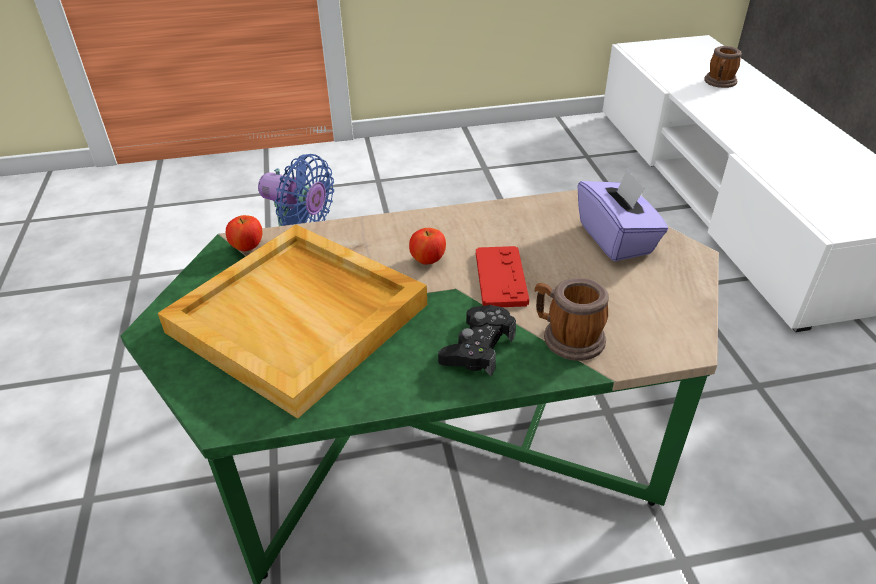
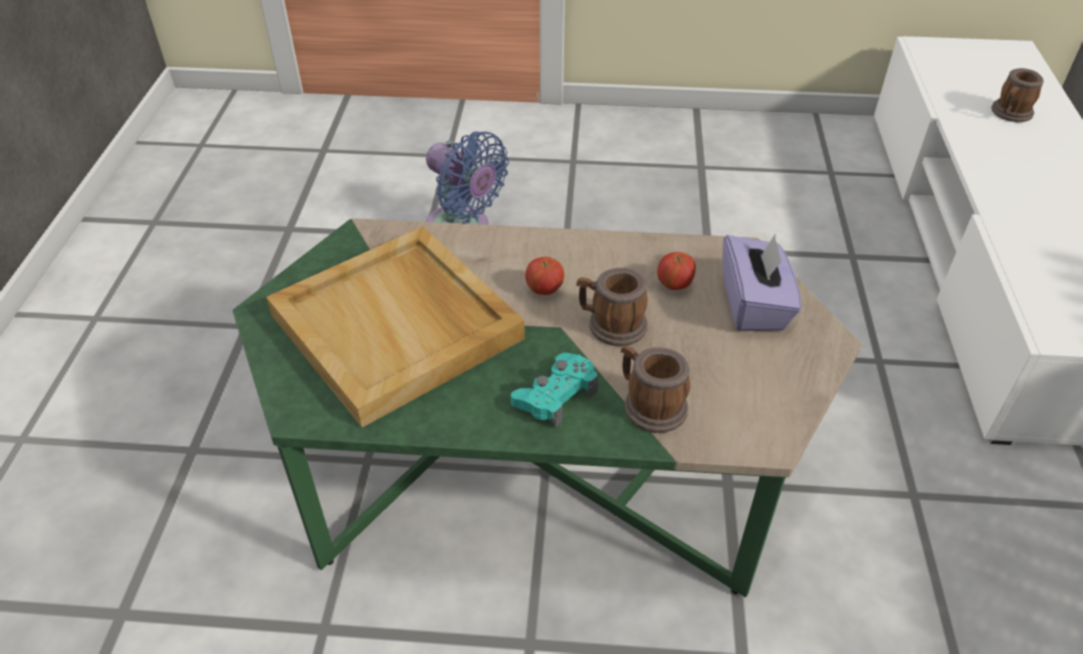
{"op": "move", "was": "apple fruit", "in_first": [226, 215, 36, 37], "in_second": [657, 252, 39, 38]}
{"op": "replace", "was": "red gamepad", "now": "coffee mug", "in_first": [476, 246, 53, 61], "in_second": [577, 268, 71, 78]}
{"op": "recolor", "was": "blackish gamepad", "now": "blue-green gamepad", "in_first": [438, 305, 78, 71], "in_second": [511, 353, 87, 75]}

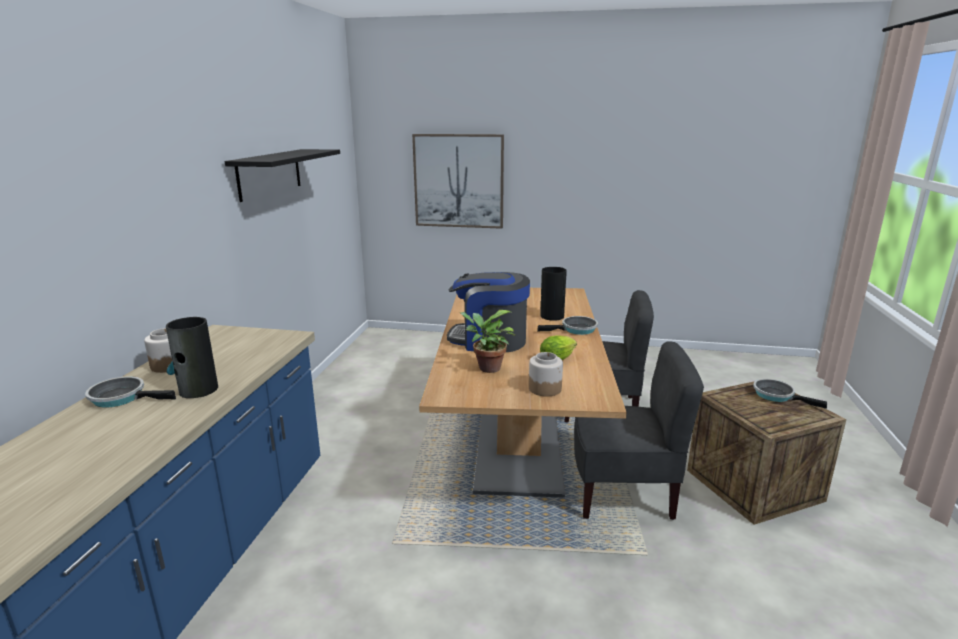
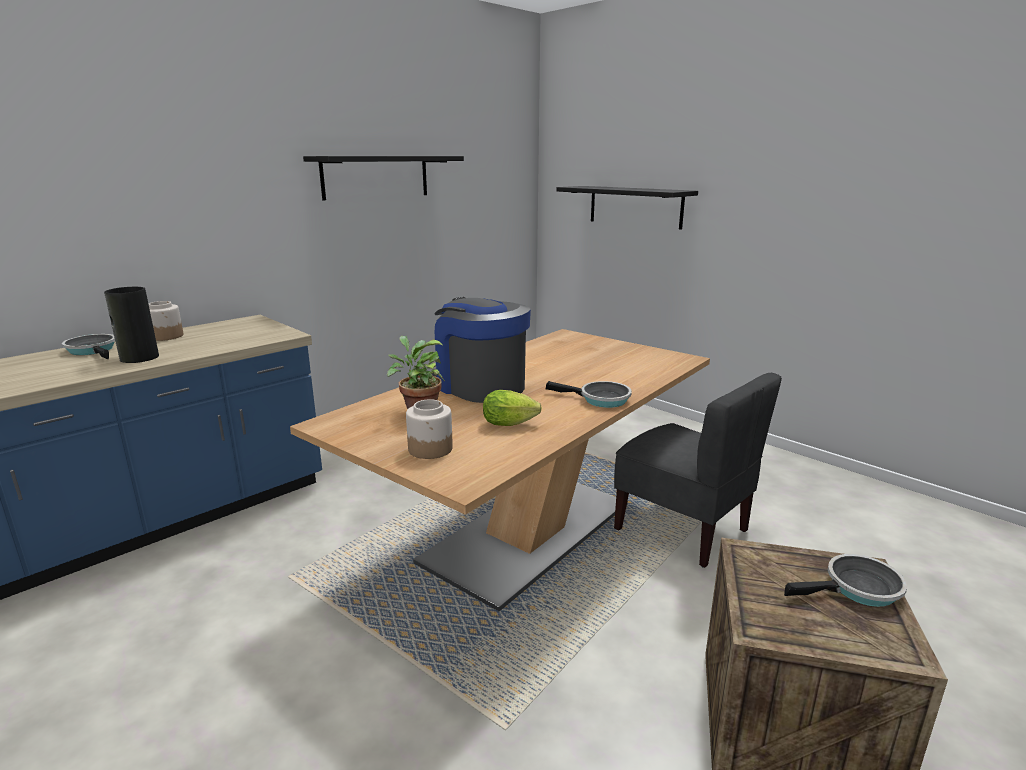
{"op": "delete", "was": "vase", "in_first": [540, 267, 27, 54]}
{"op": "delete", "was": "grey chair", "in_first": [574, 341, 130, 179]}
{"op": "replace", "was": "wall art", "now": "blackish shelf", "in_first": [412, 134, 92, 95], "in_second": [556, 186, 142, 44]}
{"op": "rotate", "was": "frying pan", "in_first": [753, 379, 74, 30], "in_second": [784, 554, 123, 53], "clockwise": 90}

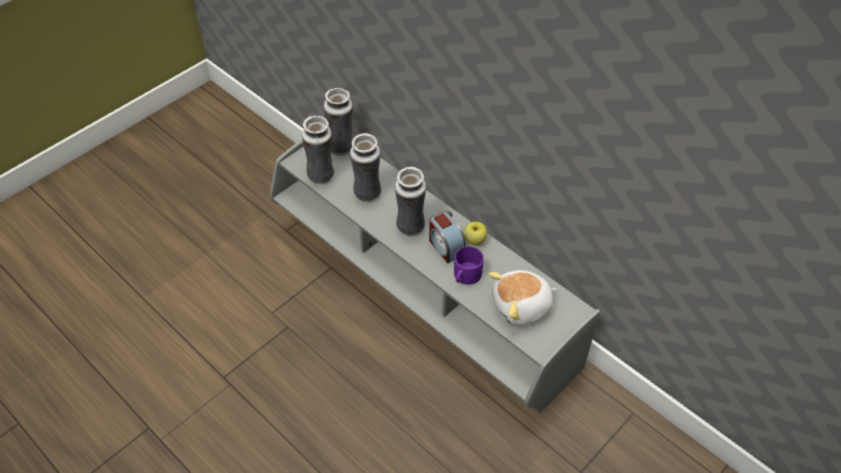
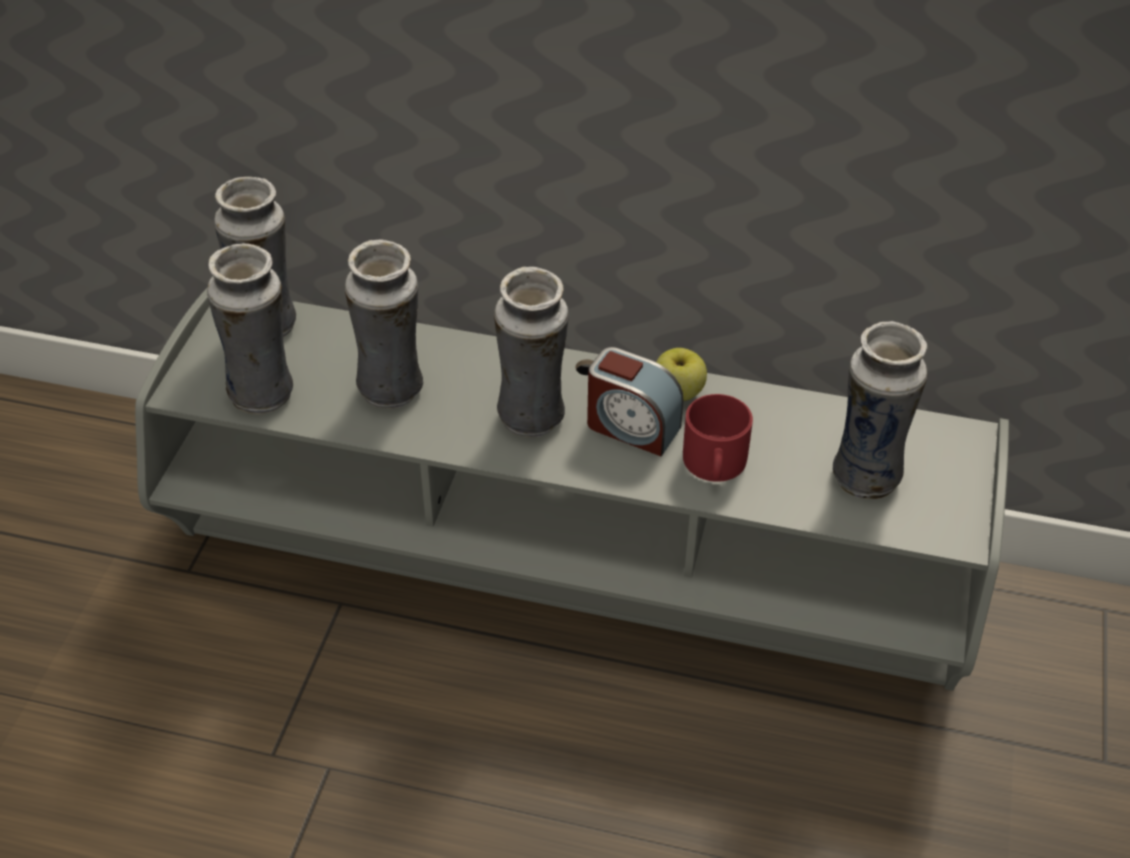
{"op": "replace", "was": "soft toy", "now": "vase", "in_first": [488, 270, 69, 56], "in_second": [833, 321, 94, 178]}
{"op": "recolor", "was": "purple coffee mug", "now": "red coffee mug", "in_first": [454, 247, 30, 38], "in_second": [683, 394, 70, 88]}

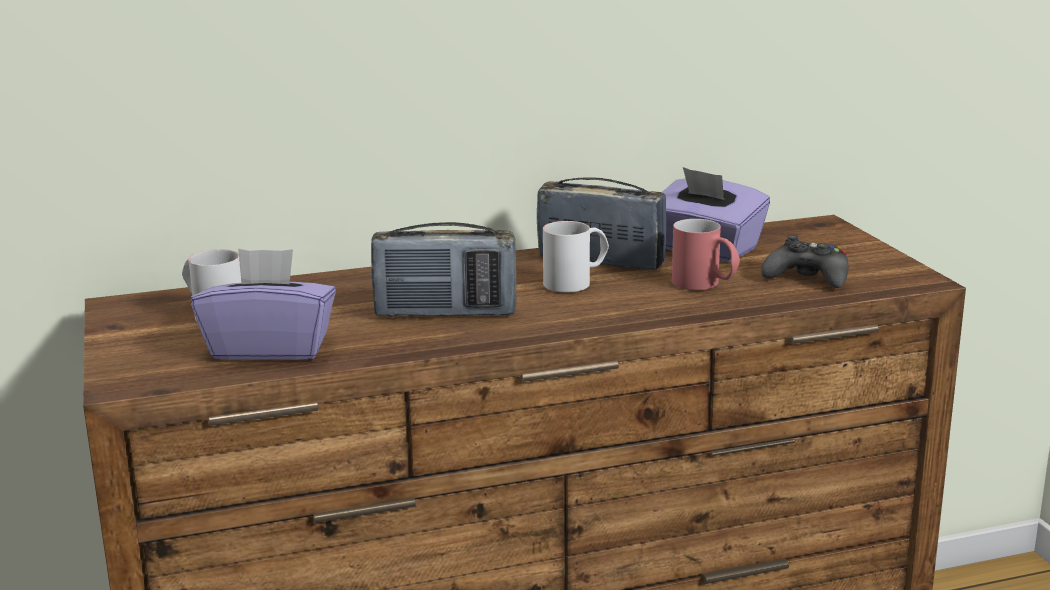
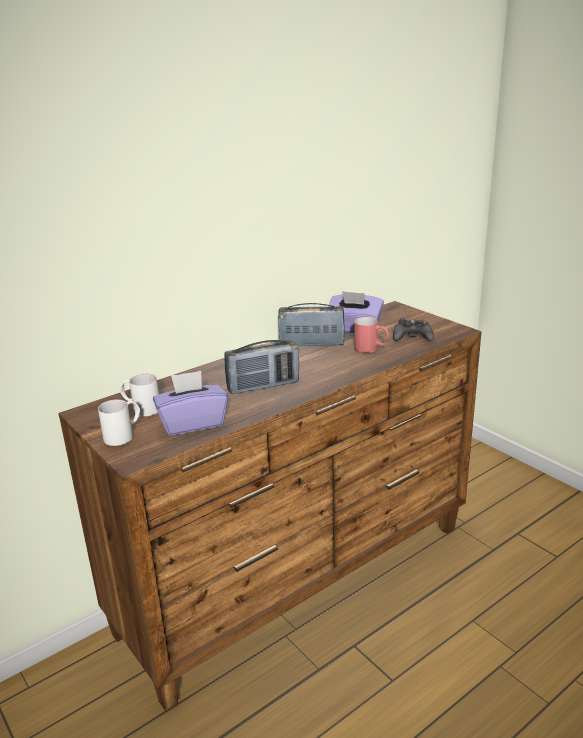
{"op": "move", "was": "whitish coffee mug", "in_first": [543, 221, 66, 72], "in_second": [98, 399, 42, 47]}

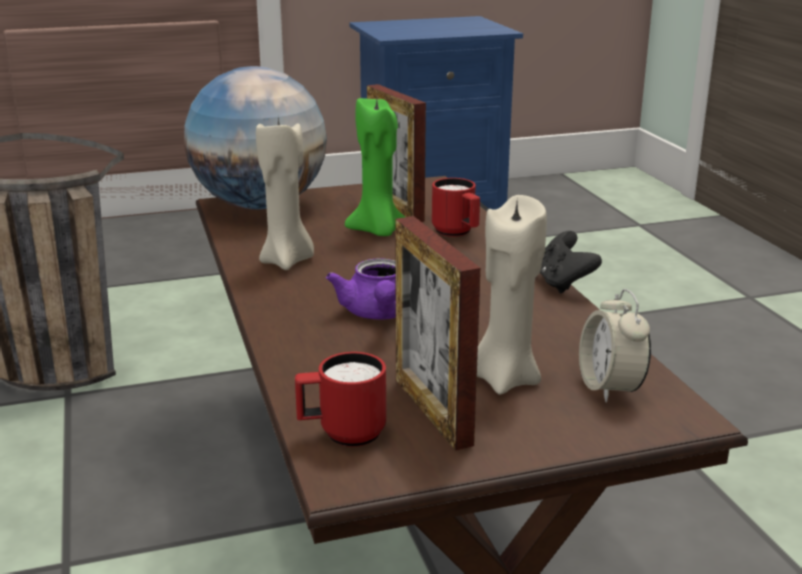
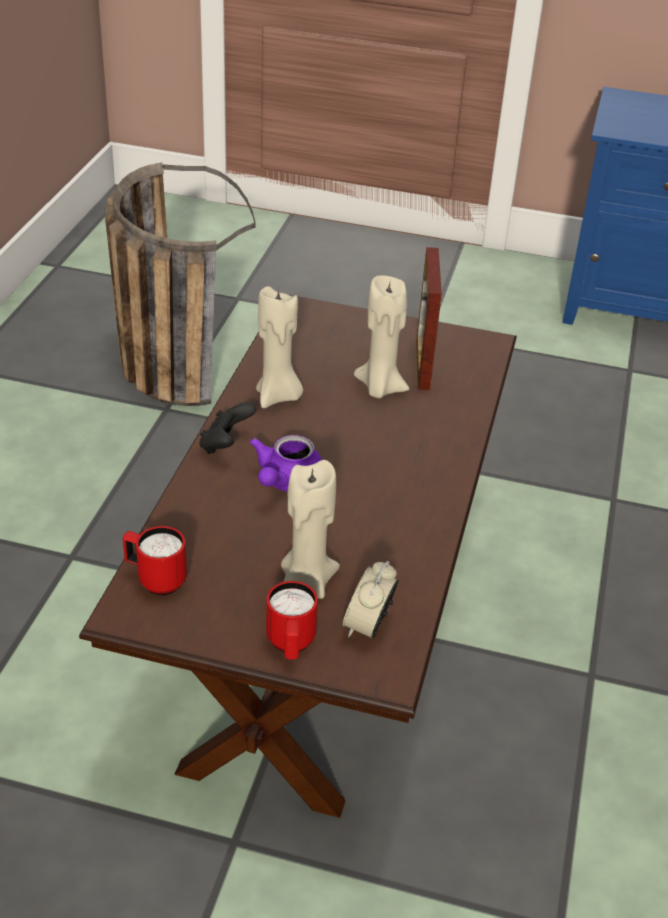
{"op": "delete", "was": "desk globe", "in_first": [184, 66, 143, 144]}
{"op": "delete", "was": "photo frame", "in_first": [395, 216, 86, 235]}
{"op": "move", "was": "red coffee mug", "in_first": [432, 178, 48, 59], "in_second": [266, 581, 52, 79]}
{"op": "move", "was": "blackish gamepad", "in_first": [540, 231, 62, 62], "in_second": [199, 402, 57, 52]}
{"op": "recolor", "was": "greenish candle", "now": "beige candle", "in_first": [345, 98, 60, 138], "in_second": [354, 275, 55, 123]}

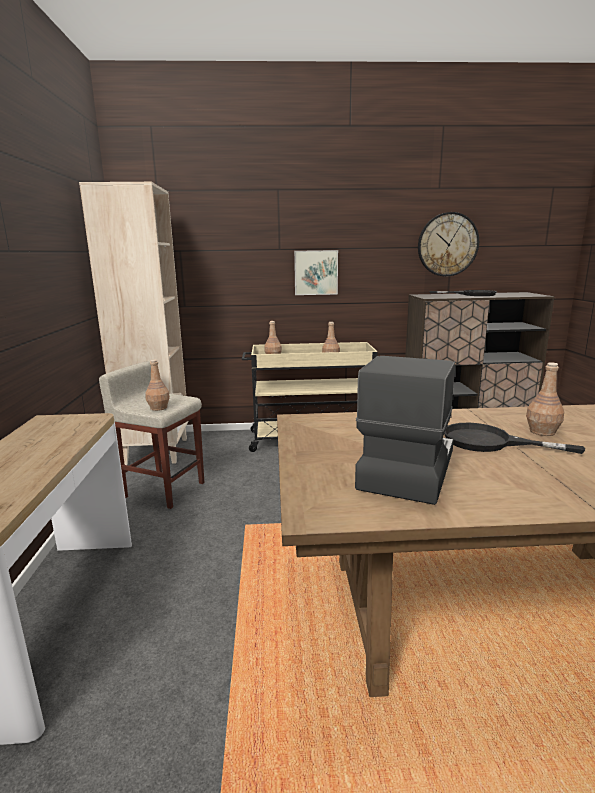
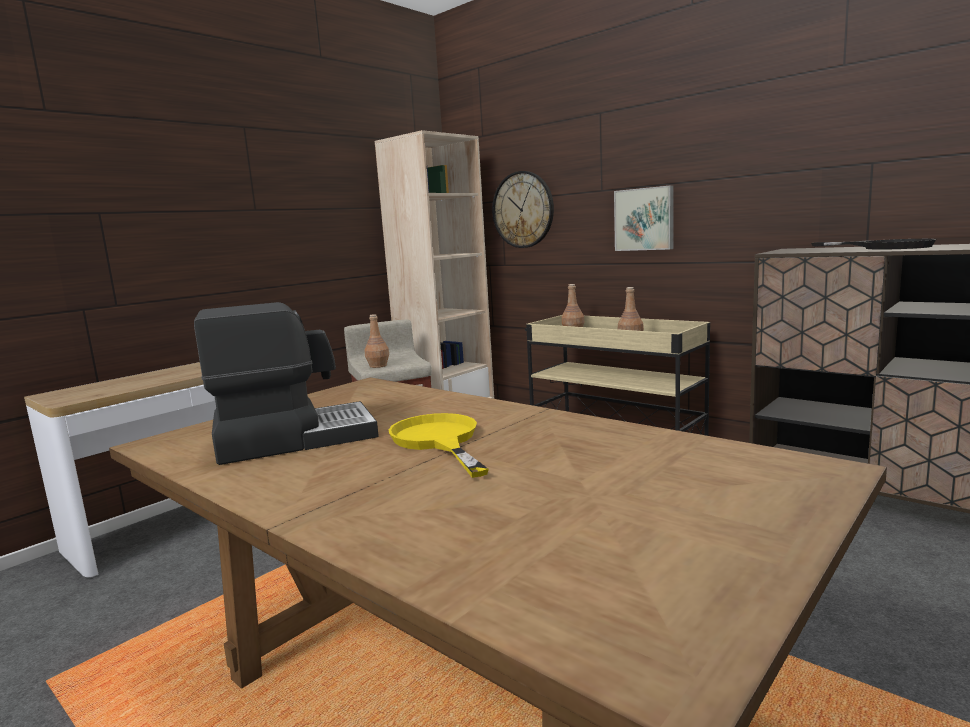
{"op": "delete", "was": "brown beverage bottle", "in_first": [526, 362, 38, 74]}
{"op": "move", "was": "clock on the wall", "in_first": [418, 212, 61, 65], "in_second": [492, 171, 62, 77]}
{"op": "recolor", "was": "blackish frying pan", "now": "yellow-coloured frying pan", "in_first": [444, 423, 141, 31], "in_second": [389, 413, 100, 65]}

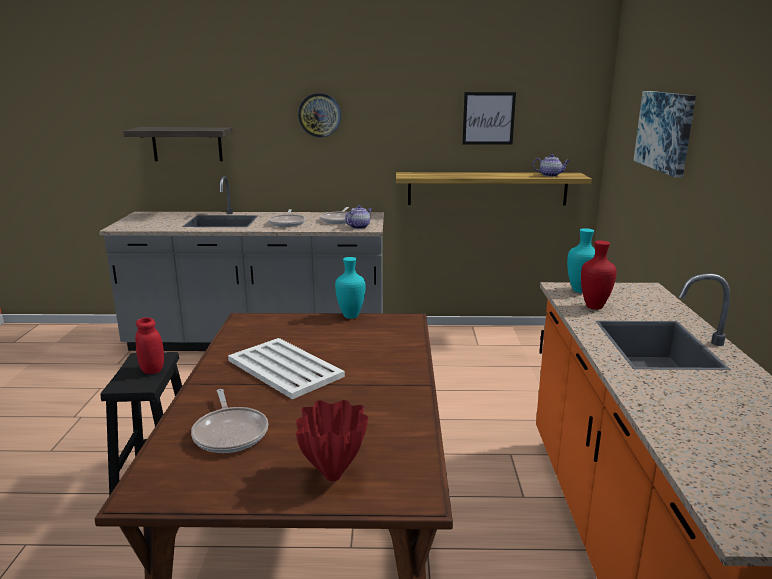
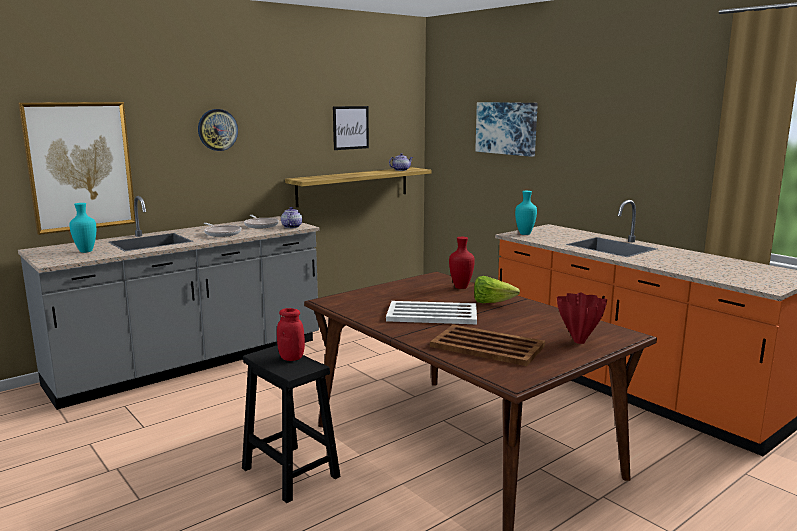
{"op": "insert", "now": "head of lettuce", "in_second": [474, 276, 46, 27]}
{"op": "move", "was": "blue-green vase", "in_first": [335, 257, 31, 62], "in_second": [69, 203, 27, 50]}
{"op": "move", "was": "red vase", "in_first": [581, 241, 36, 69], "in_second": [449, 237, 26, 52]}
{"op": "replace", "was": "shelf", "now": "wall art", "in_first": [123, 127, 110, 34], "in_second": [18, 102, 118, 133]}
{"op": "replace", "was": "frying pan", "now": "brown serving tray", "in_first": [191, 389, 77, 64], "in_second": [430, 324, 115, 42]}

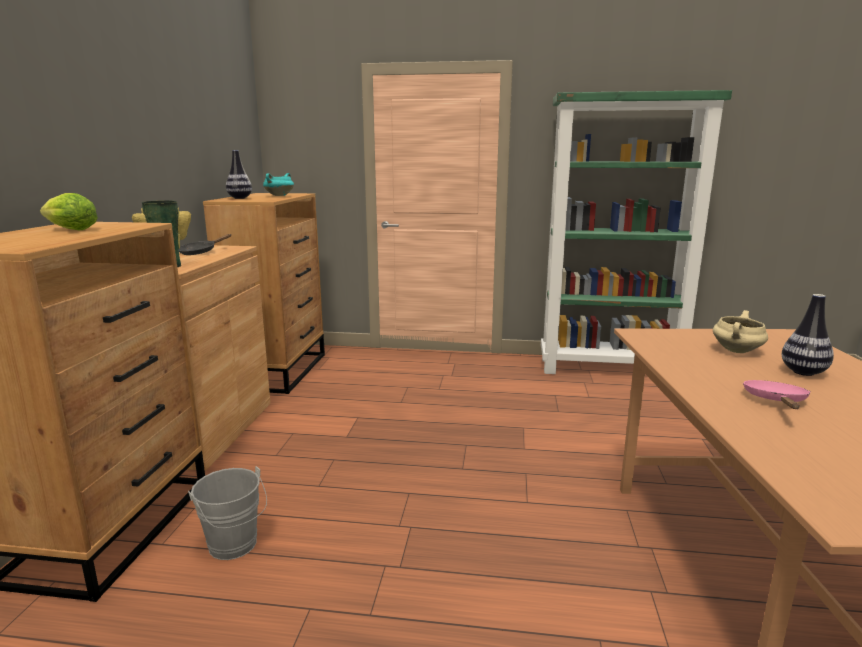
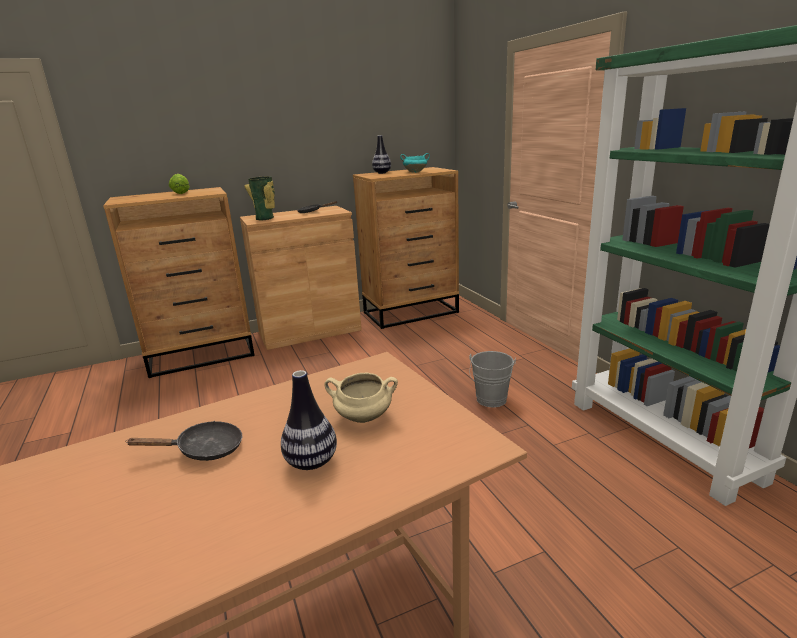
{"op": "move", "was": "grey pail", "in_first": [188, 466, 79, 94], "in_second": [469, 351, 47, 56]}
{"op": "recolor", "was": "pink-coloured frying pan", "now": "blackish frying pan", "in_first": [743, 380, 67, 29], "in_second": [125, 421, 117, 40]}

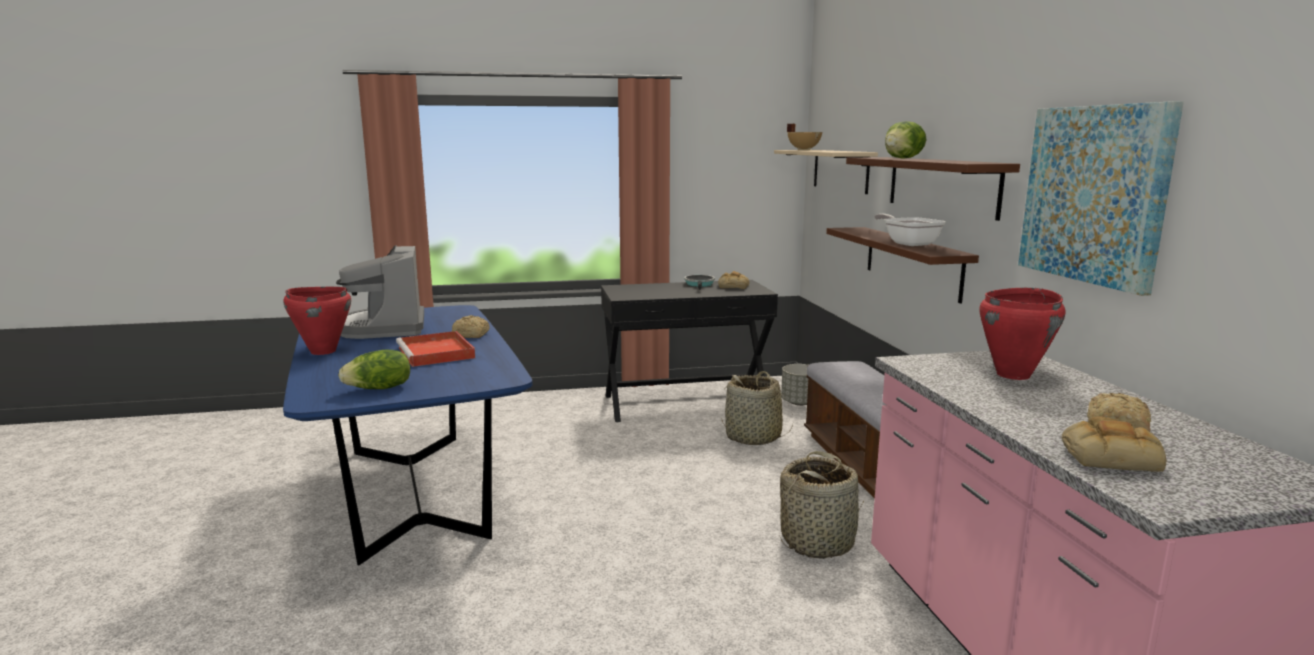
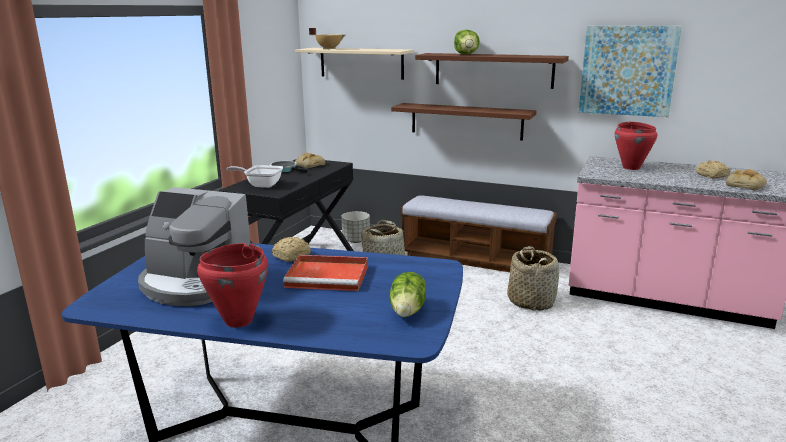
{"op": "move", "was": "frying pan", "in_first": [874, 214, 72, 32], "in_second": [226, 165, 57, 23]}

